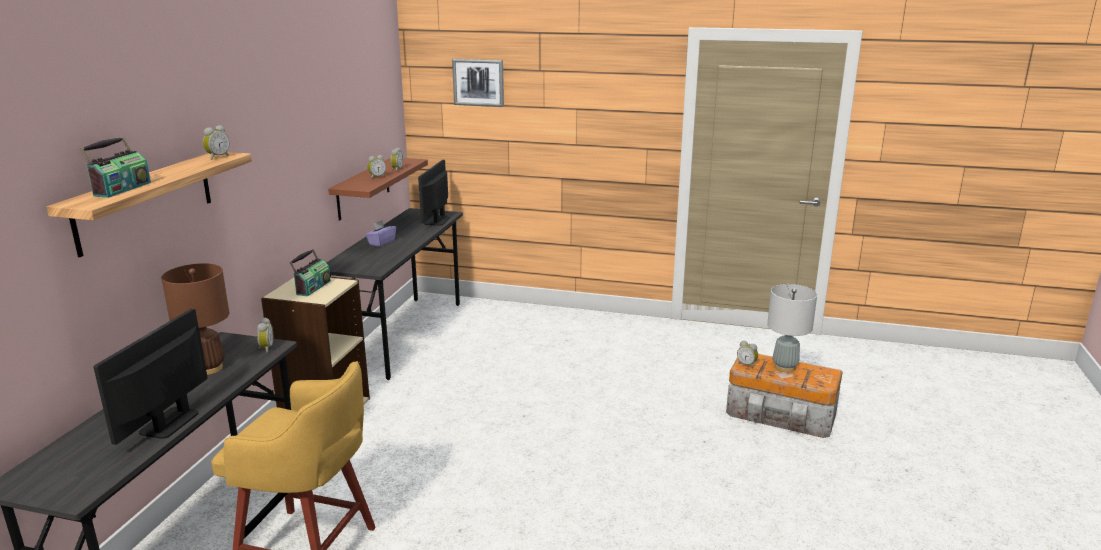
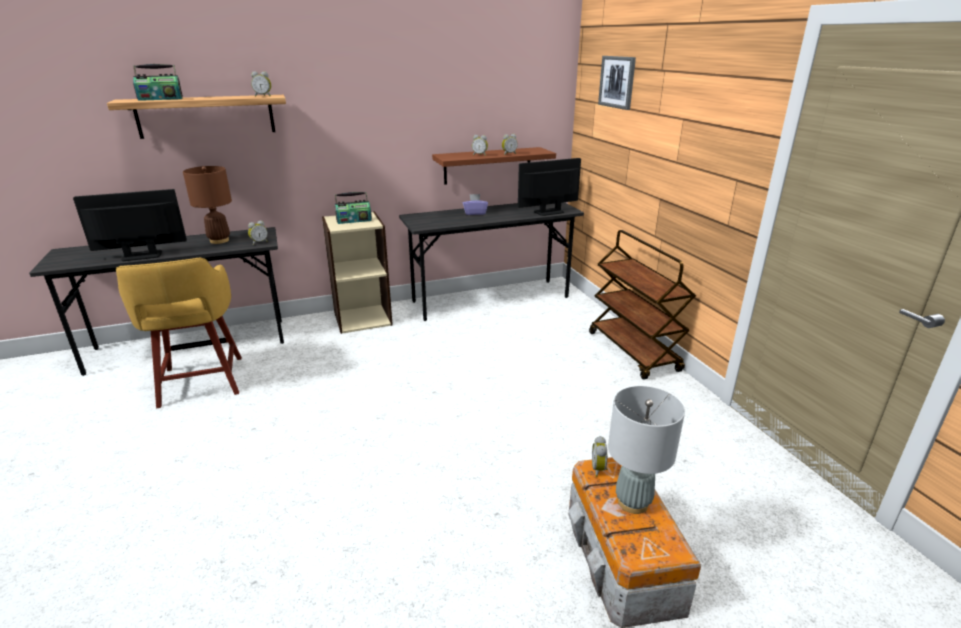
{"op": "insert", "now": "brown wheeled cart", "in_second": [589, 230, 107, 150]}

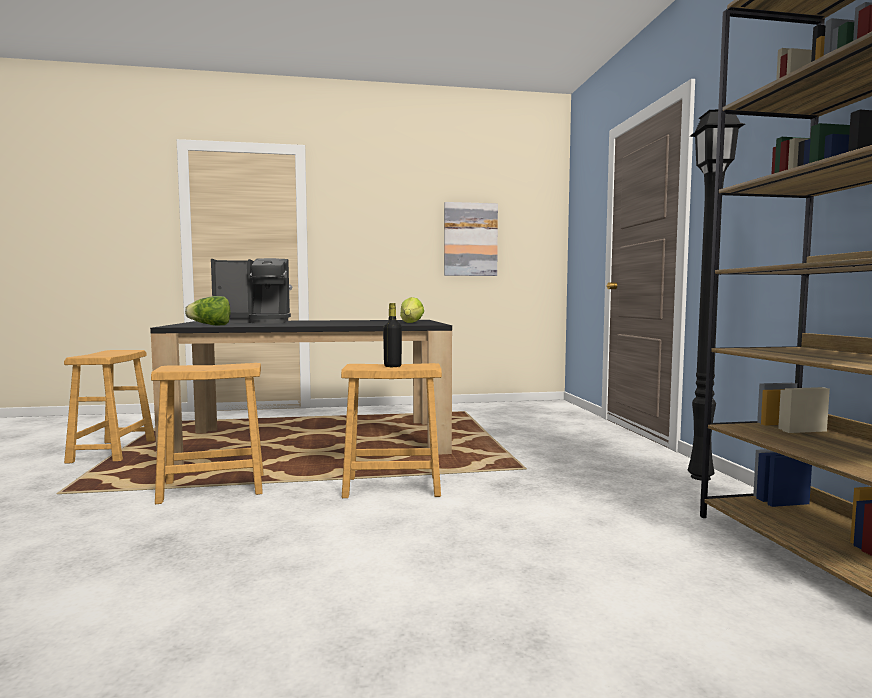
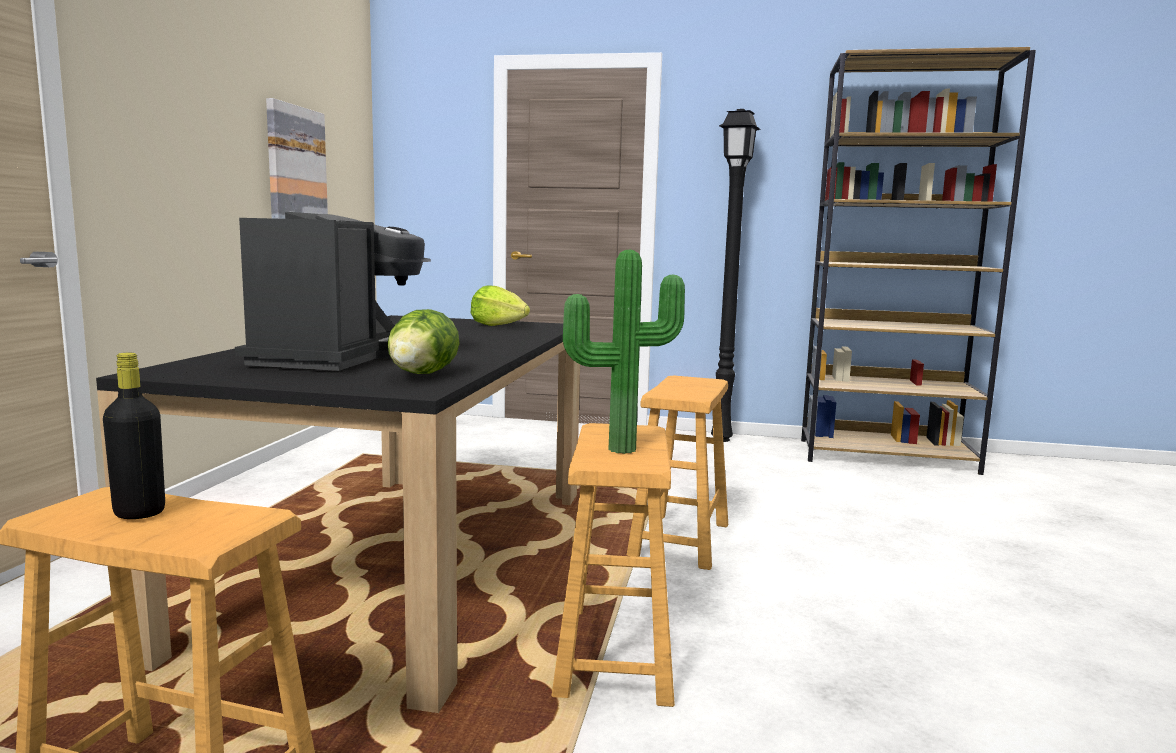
{"op": "insert", "now": "houseplant", "in_second": [563, 250, 122, 204]}
{"op": "move", "was": "blackish beverage bottle", "in_first": [383, 303, 19, 64], "in_second": [103, 353, 62, 166]}

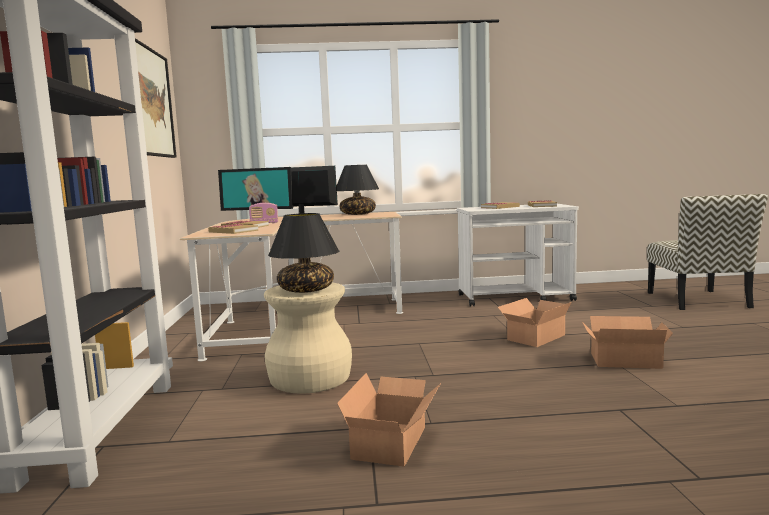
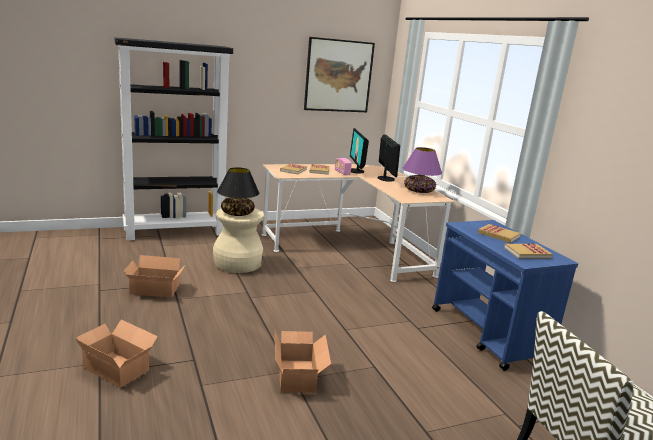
{"op": "move", "was": "packing box", "in_first": [498, 298, 73, 49], "in_second": [75, 320, 83, 68]}
{"op": "recolor", "was": "blackish table lamp", "now": "purple table lamp", "in_first": [337, 165, 42, 50], "in_second": [403, 147, 39, 46]}
{"op": "recolor", "was": "whitish wheeled cart", "now": "blue-coloured wheeled cart", "in_first": [457, 204, 122, 103], "in_second": [432, 220, 146, 151]}

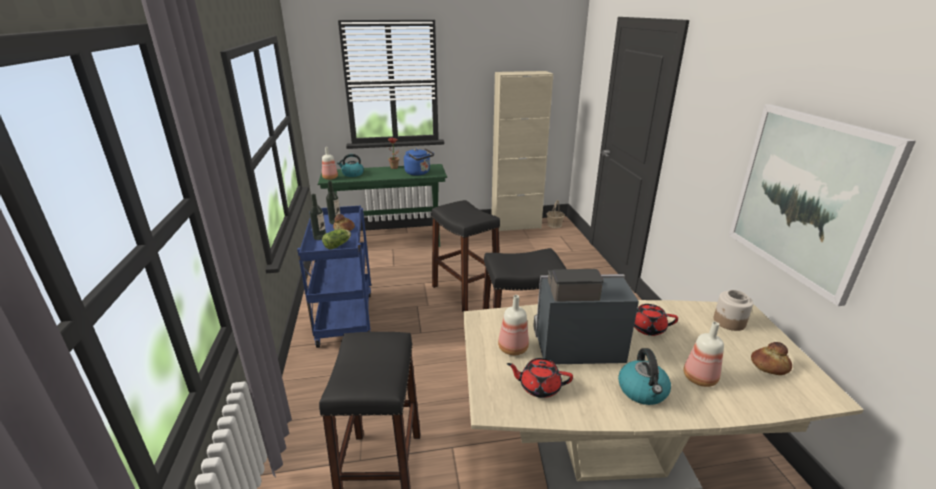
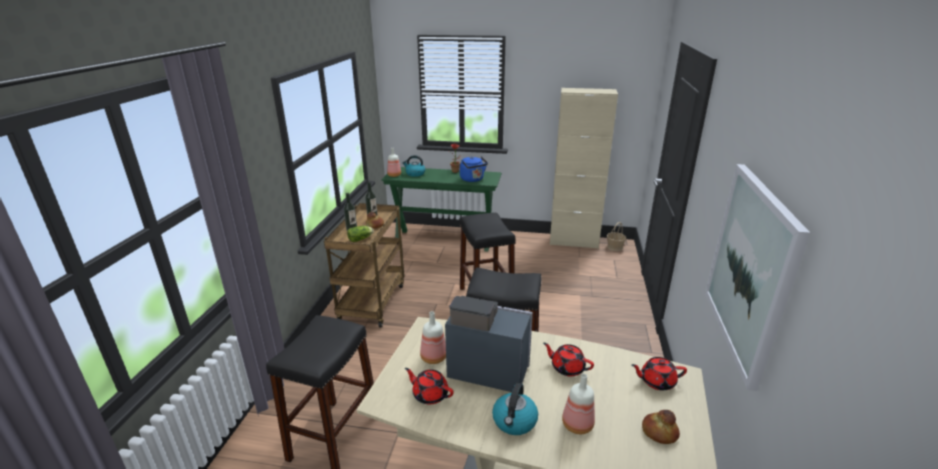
{"op": "replace", "was": "preserve jar", "now": "red teapot", "in_first": [713, 290, 40, 41], "in_second": [631, 357, 56, 33]}
{"op": "recolor", "was": "blue-coloured wheeled cart", "now": "brown wheeled cart", "in_first": [297, 206, 74, 142], "in_second": [324, 203, 81, 125]}

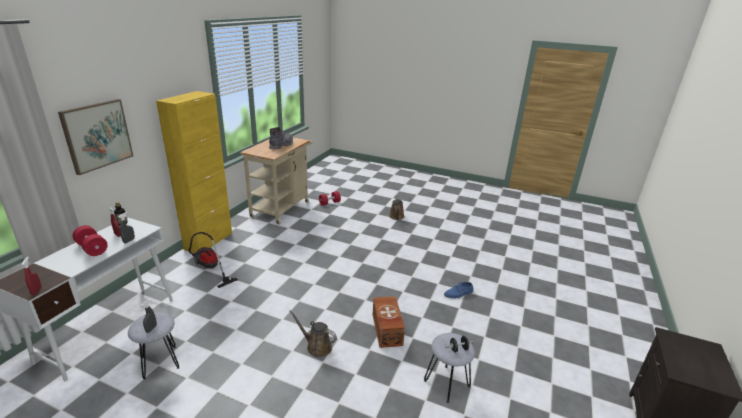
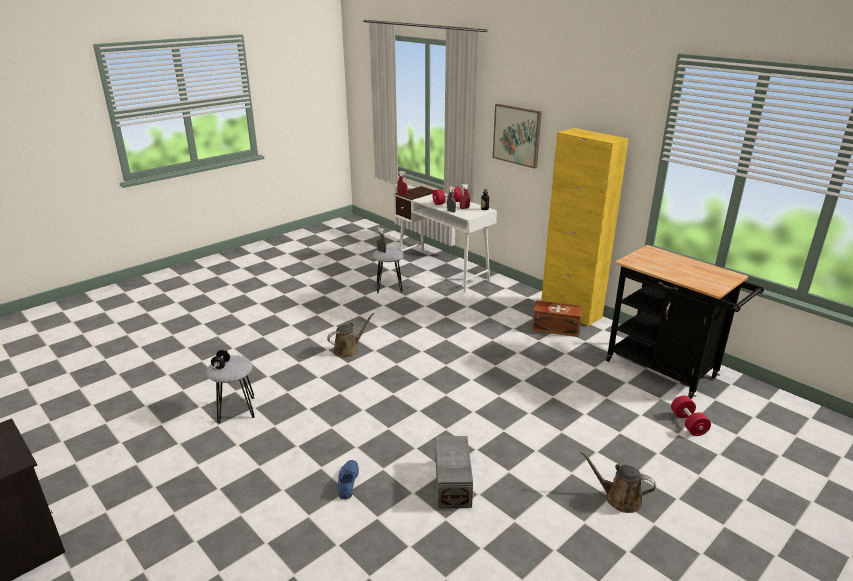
{"op": "delete", "was": "vacuum cleaner", "in_first": [189, 232, 49, 56]}
{"op": "delete", "was": "grey high-top boot", "in_first": [269, 127, 24, 23]}
{"op": "insert", "now": "grey storage container", "in_second": [436, 436, 37, 72]}
{"op": "move", "was": "brown storage container", "in_first": [373, 296, 32, 52], "in_second": [532, 300, 50, 37]}
{"op": "recolor", "was": "beige wheeled cart", "now": "blackish wheeled cart", "in_first": [240, 138, 72, 87], "in_second": [606, 245, 158, 154]}

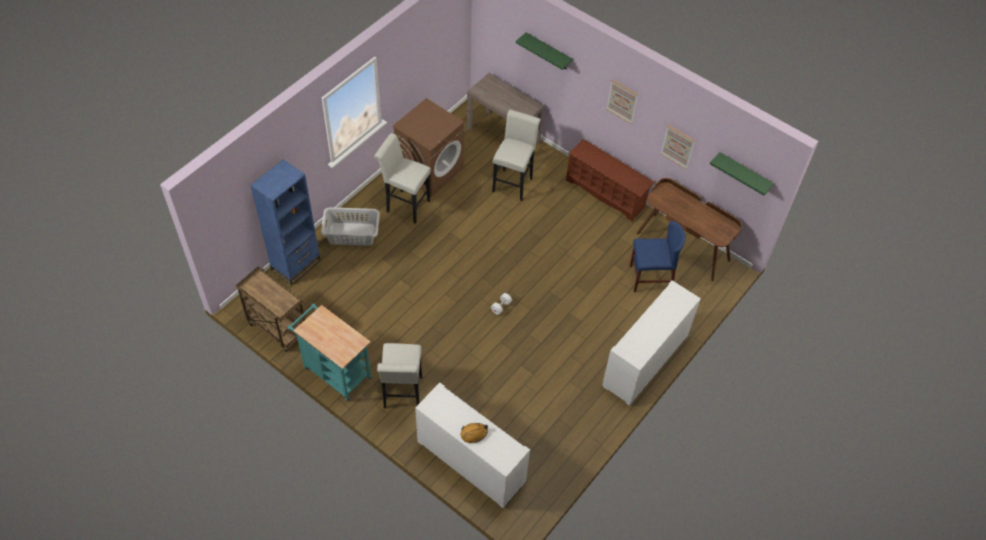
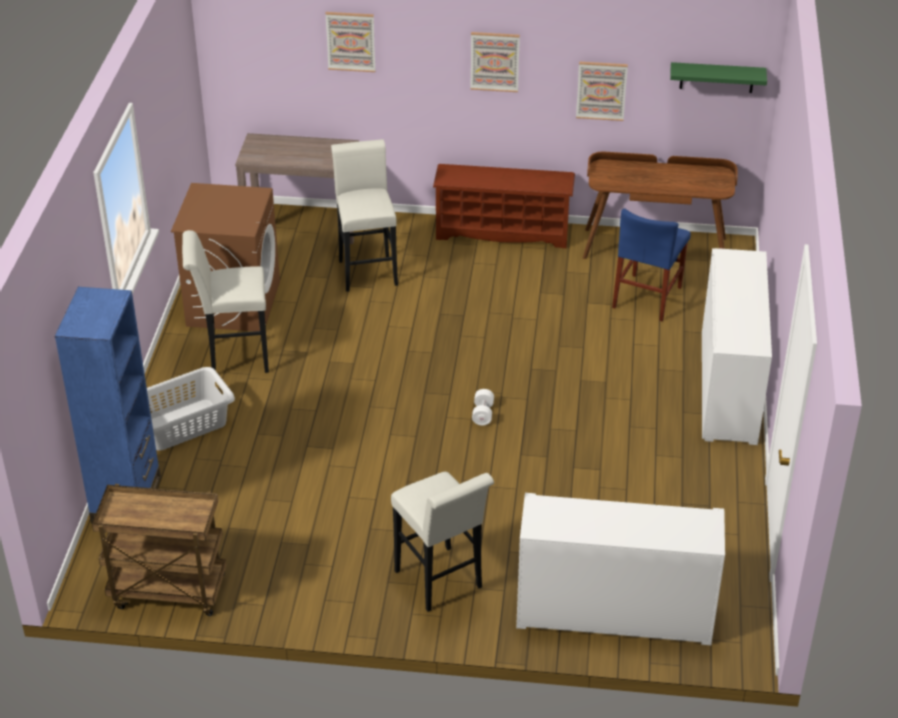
{"op": "delete", "was": "blue-green wheeled cart", "in_first": [287, 304, 85, 97]}
{"op": "delete", "was": "orange-coloured hard hat", "in_first": [461, 423, 27, 20]}
{"op": "replace", "was": "greenish shelf", "now": "wall art", "in_first": [516, 32, 57, 38], "in_second": [325, 12, 51, 60]}
{"op": "rotate", "was": "blue-coloured chair", "in_first": [630, 221, 55, 71], "in_second": [612, 208, 79, 113], "clockwise": 150}

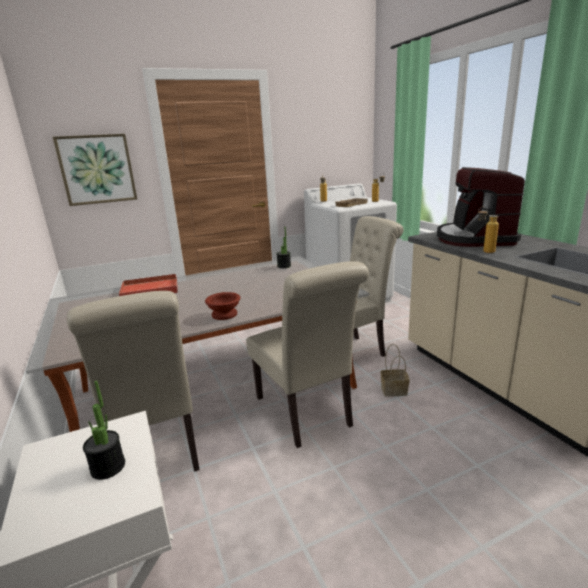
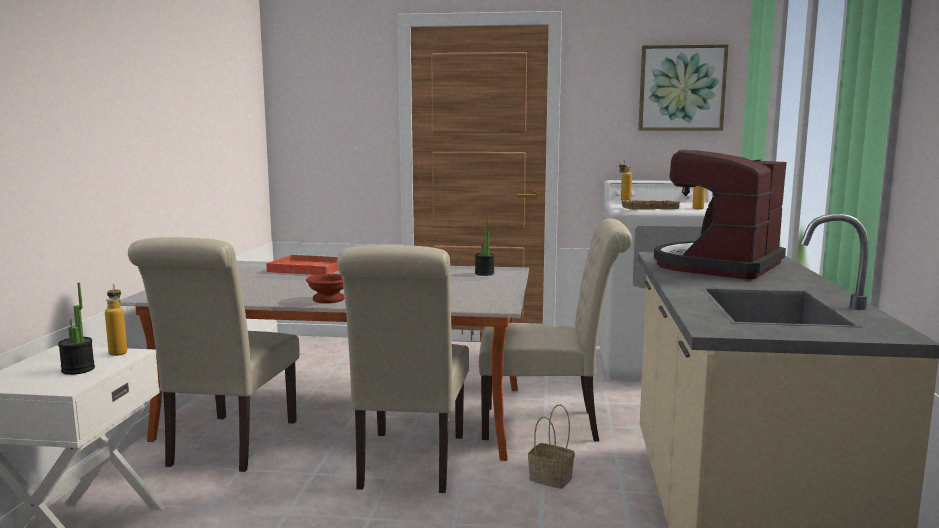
{"op": "move", "was": "wall art", "in_first": [53, 134, 84, 72], "in_second": [638, 44, 91, 86]}
{"op": "move", "was": "beverage bottle", "in_first": [478, 207, 21, 46], "in_second": [105, 283, 22, 73]}

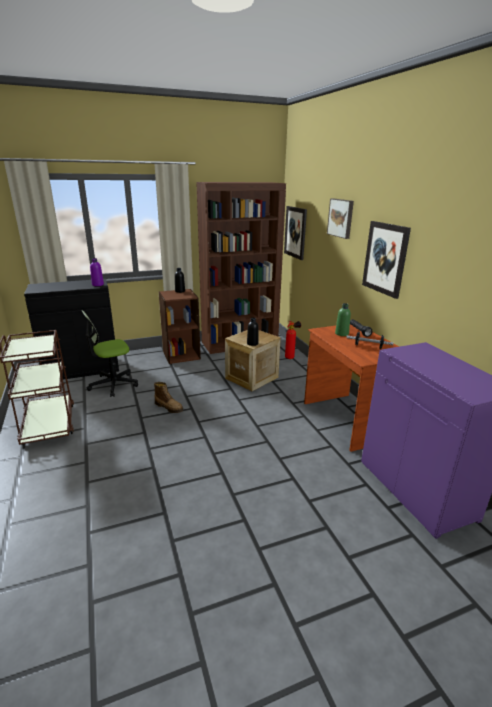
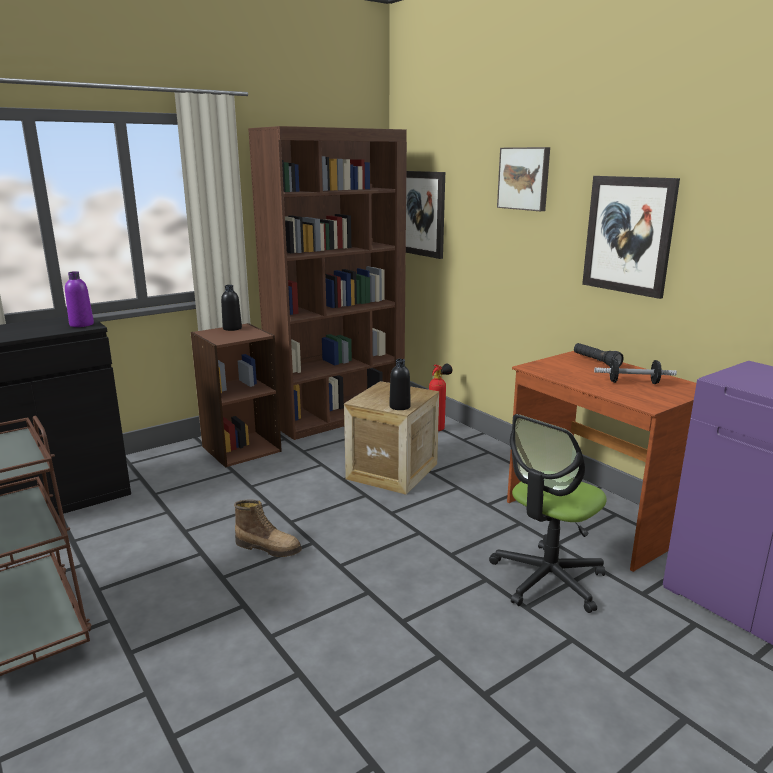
{"op": "delete", "was": "greenish beverage bottle", "in_first": [335, 303, 16, 33]}
{"op": "move", "was": "office chair", "in_first": [81, 310, 57, 87], "in_second": [489, 414, 118, 199]}

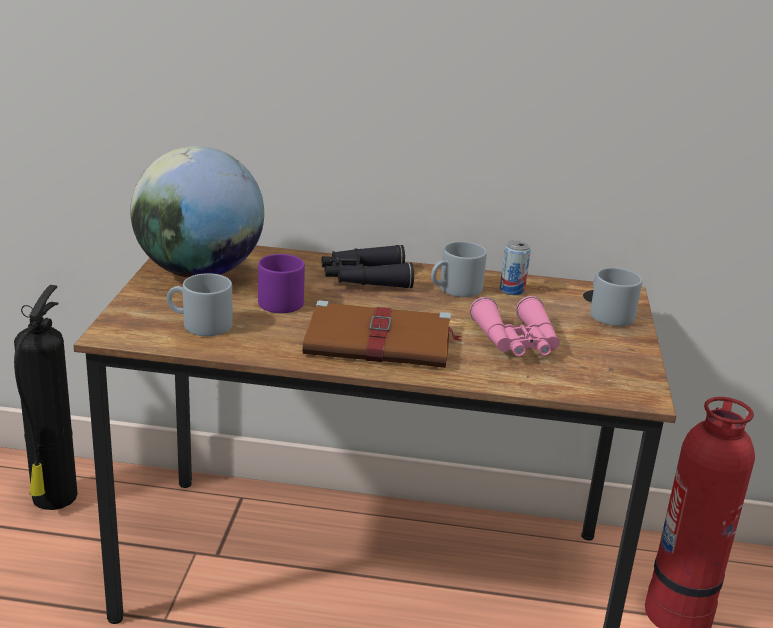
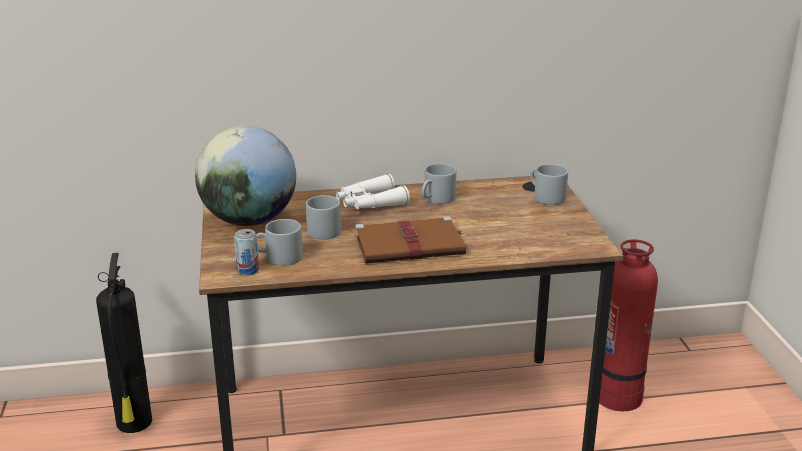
{"op": "delete", "was": "pink-coloured pair of binoculars", "in_first": [470, 296, 90, 60]}
{"op": "move", "was": "can", "in_first": [500, 240, 31, 55], "in_second": [234, 229, 25, 46]}
{"op": "recolor", "was": "purple coffee mug", "now": "grey coffee mug", "in_first": [258, 254, 47, 59], "in_second": [306, 195, 35, 45]}
{"op": "recolor", "was": "blackish pair of binoculars", "now": "whitish pair of binoculars", "in_first": [322, 244, 92, 45], "in_second": [336, 174, 74, 35]}

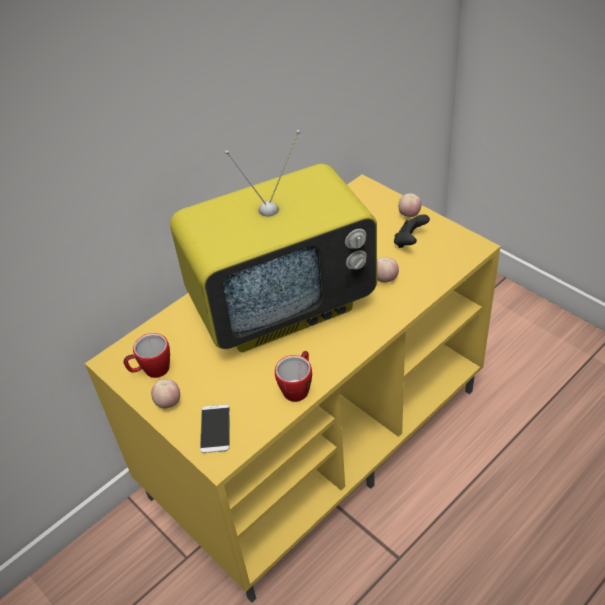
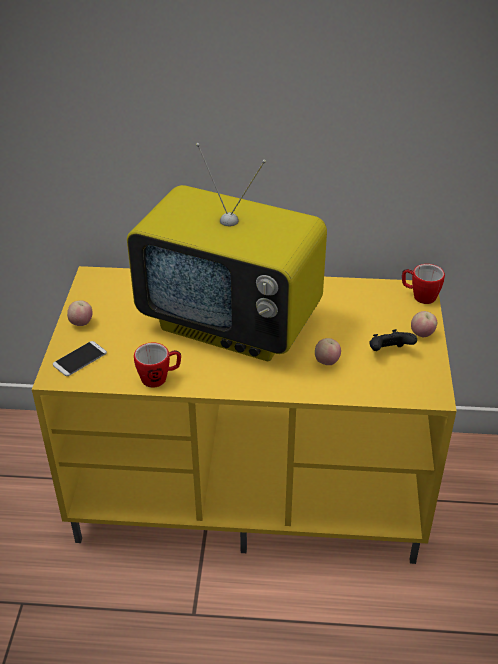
{"op": "move", "was": "coffee mug", "in_first": [124, 333, 46, 45], "in_second": [402, 264, 43, 40]}

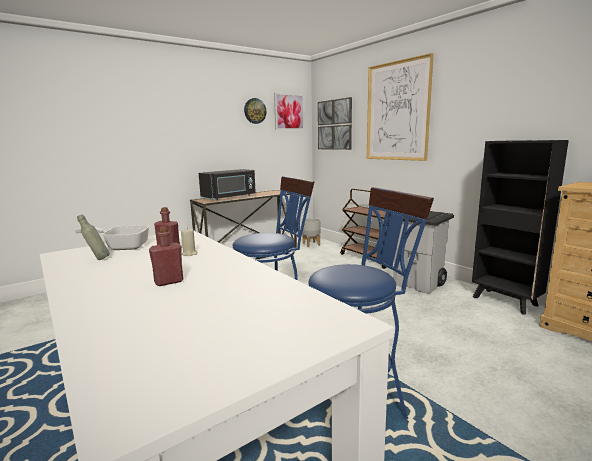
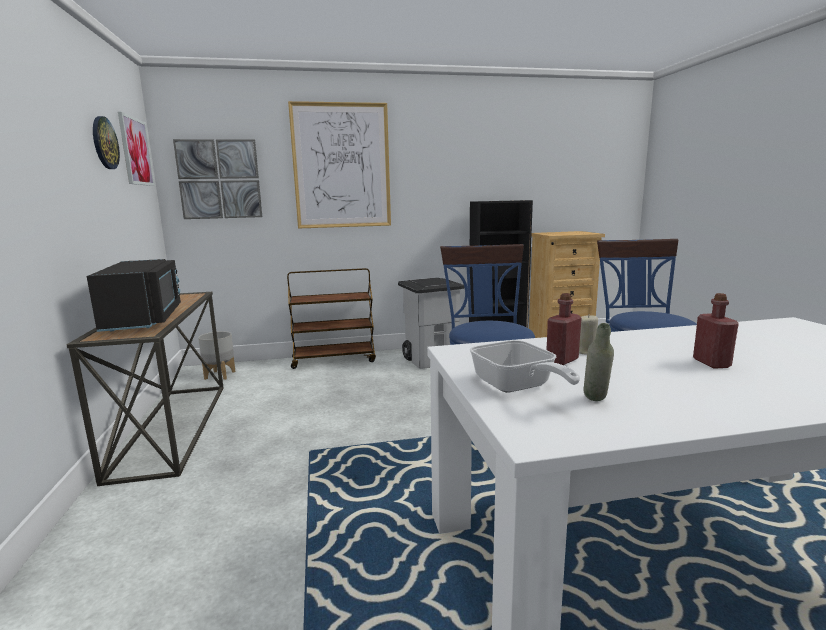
{"op": "rotate", "was": "frying pan", "in_first": [75, 225, 75, 25], "in_second": [470, 340, 110, 53], "clockwise": -45}

